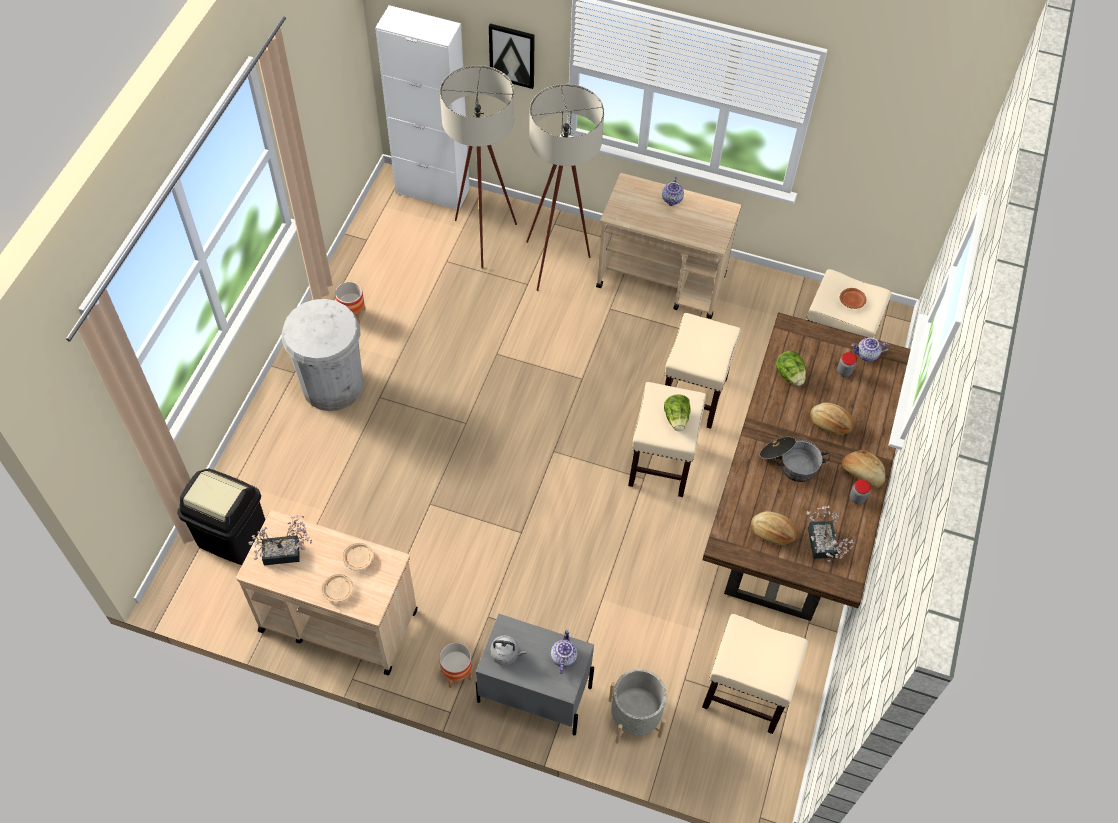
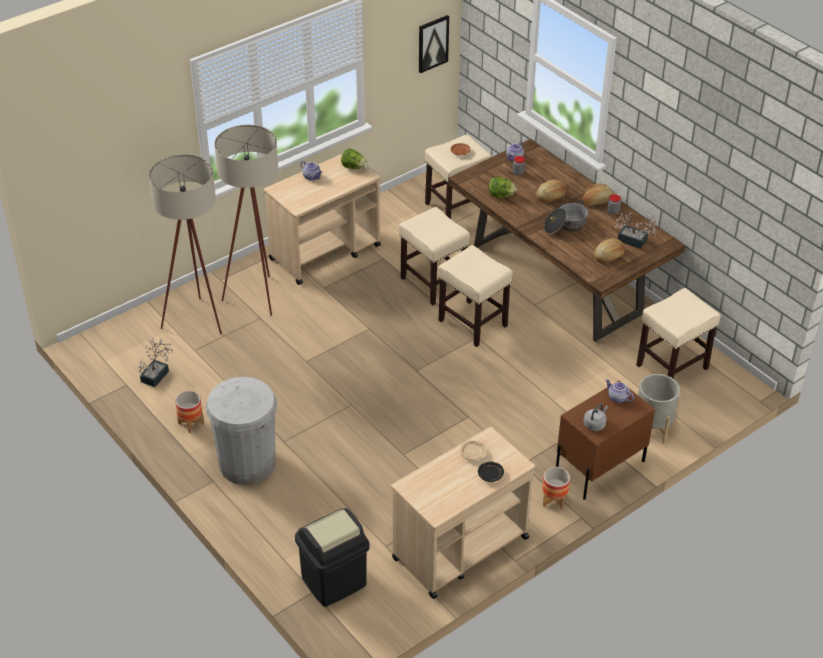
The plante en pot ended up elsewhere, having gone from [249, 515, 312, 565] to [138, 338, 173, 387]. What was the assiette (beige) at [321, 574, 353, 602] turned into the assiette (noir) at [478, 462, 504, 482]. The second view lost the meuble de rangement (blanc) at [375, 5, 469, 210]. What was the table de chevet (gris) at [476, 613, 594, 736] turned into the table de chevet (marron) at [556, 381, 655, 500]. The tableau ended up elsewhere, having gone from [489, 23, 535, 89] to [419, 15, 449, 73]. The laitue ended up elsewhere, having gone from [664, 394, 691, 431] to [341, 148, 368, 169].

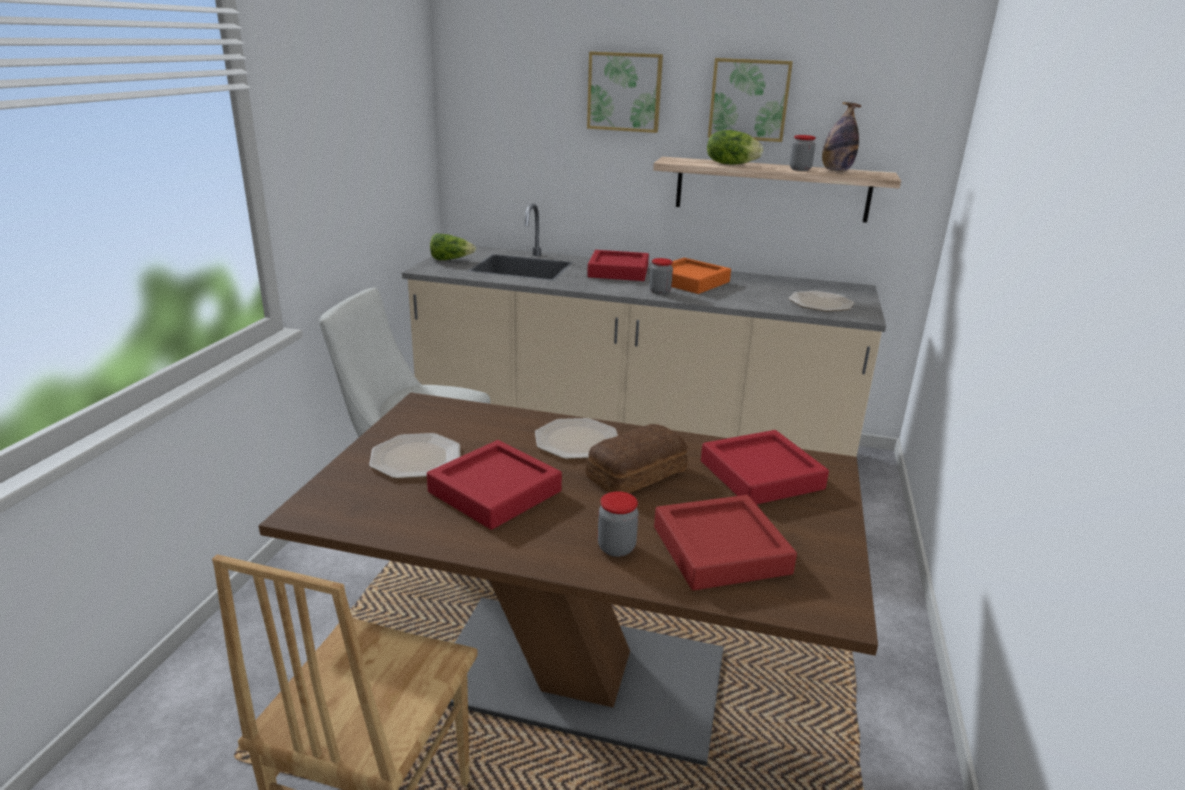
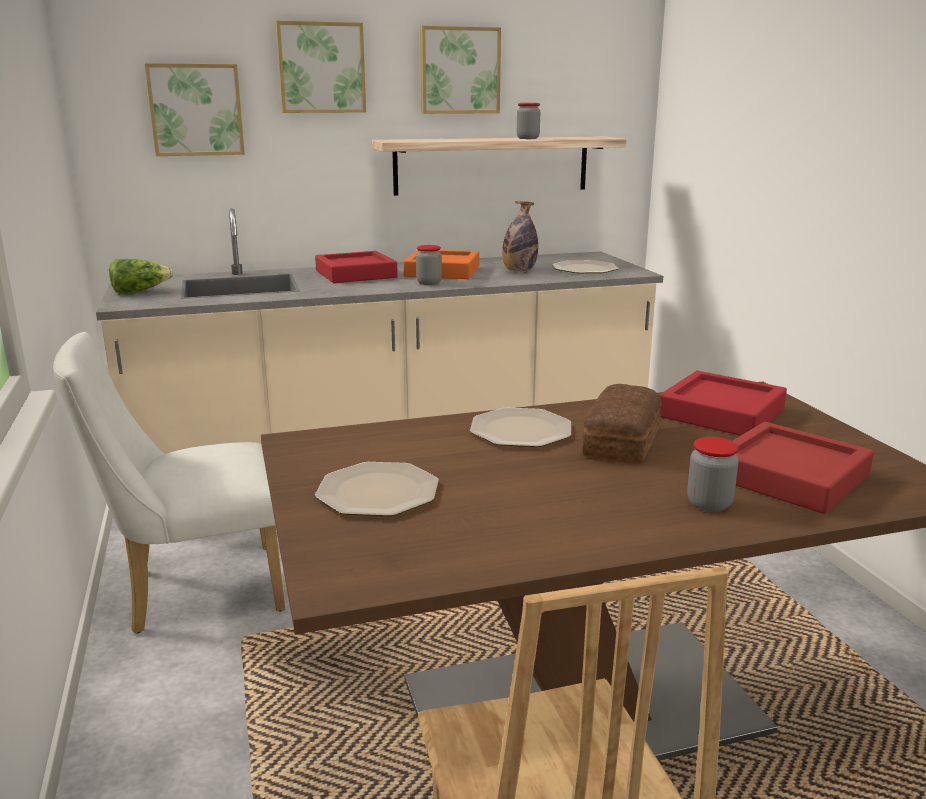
The second view lost the plateau (rouge) at [427, 440, 562, 530]. The second view lost the laitue at [707, 130, 763, 164]. The bouteille ended up elsewhere, having gone from [822, 102, 861, 171] to [502, 201, 538, 272]. The second view gained the tableau at [145, 63, 245, 156].

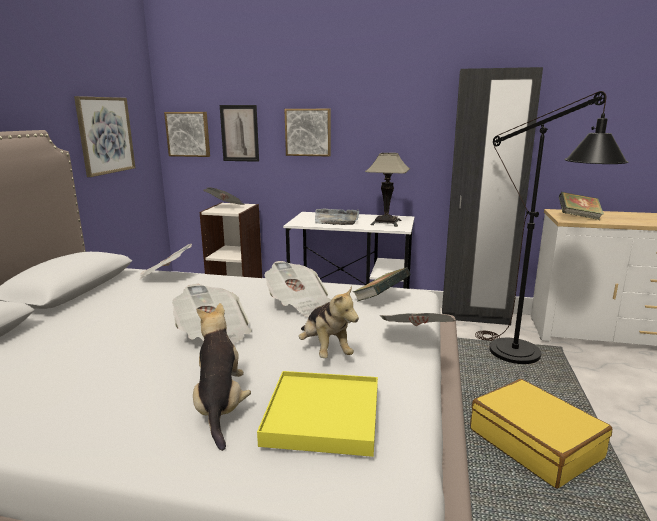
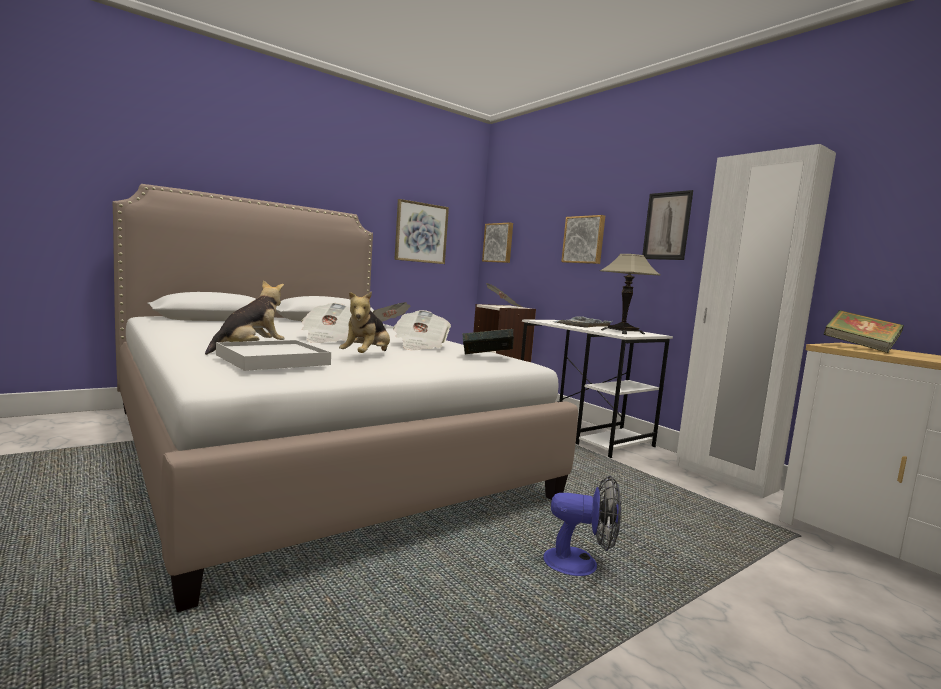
The tableau ended up elsewhere, having gone from [220, 105, 259, 162] to [642, 190, 693, 260]. What was the plateau (jaune) at [257, 371, 378, 457] turned into the plateau (blanc) at [216, 340, 331, 371]. The second view lost the journal at [379, 313, 455, 326]. What was the armoire (noir) at [442, 67, 543, 325] turned into the armoire (blanc) at [676, 144, 836, 498]. Where the valise (jaune) stood at [470, 379, 612, 488], the ventilateur came to stand at [543, 475, 621, 576]. The second view lost the lampadaire (noir) at [475, 91, 628, 364].

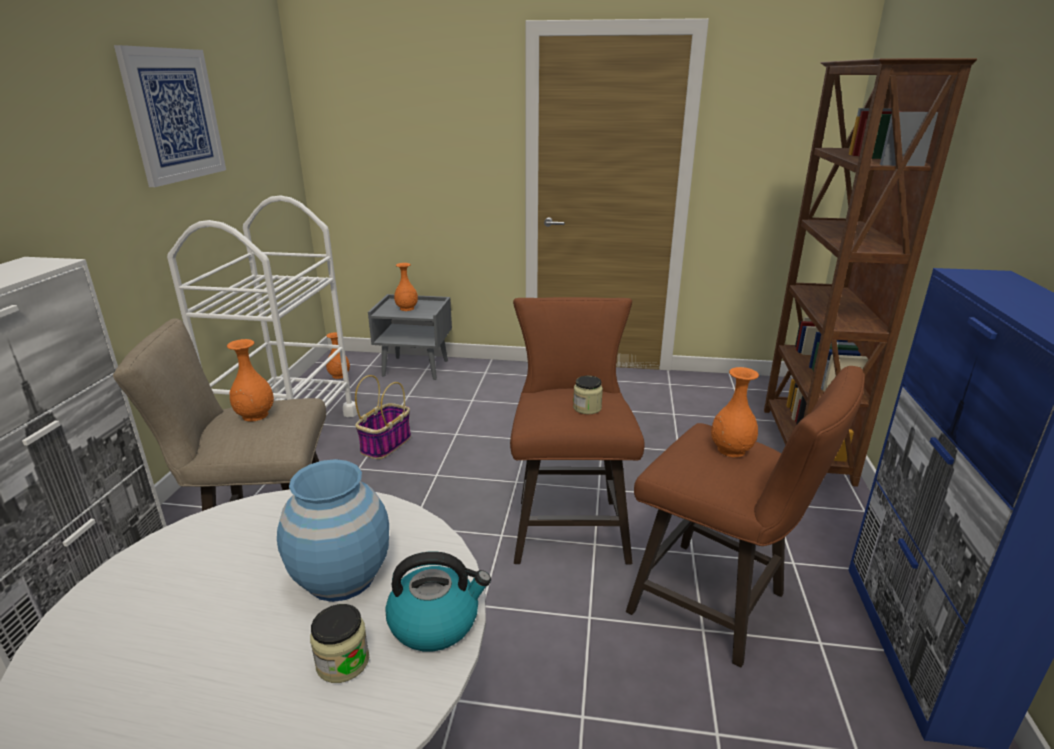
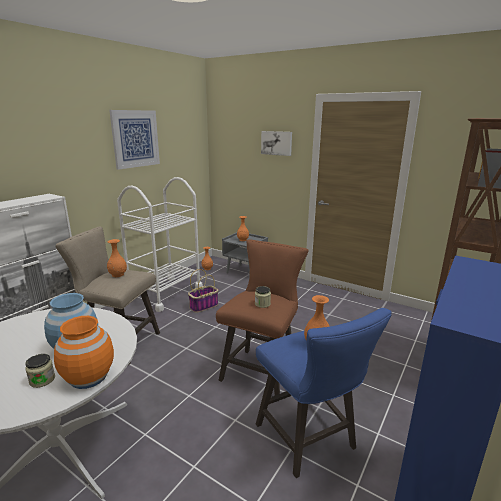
Where the bouilloire stood at [385, 551, 491, 651], the vase (orange) came to stand at [54, 316, 114, 389]. What was the tabouret (marron) at [626, 366, 865, 668] turned into the tabouret (bleu) at [256, 308, 391, 478]. The second view gained the tableau at [261, 131, 292, 156].

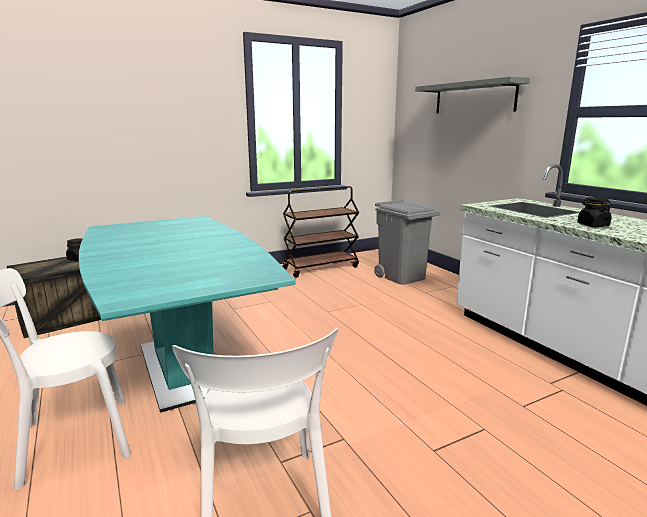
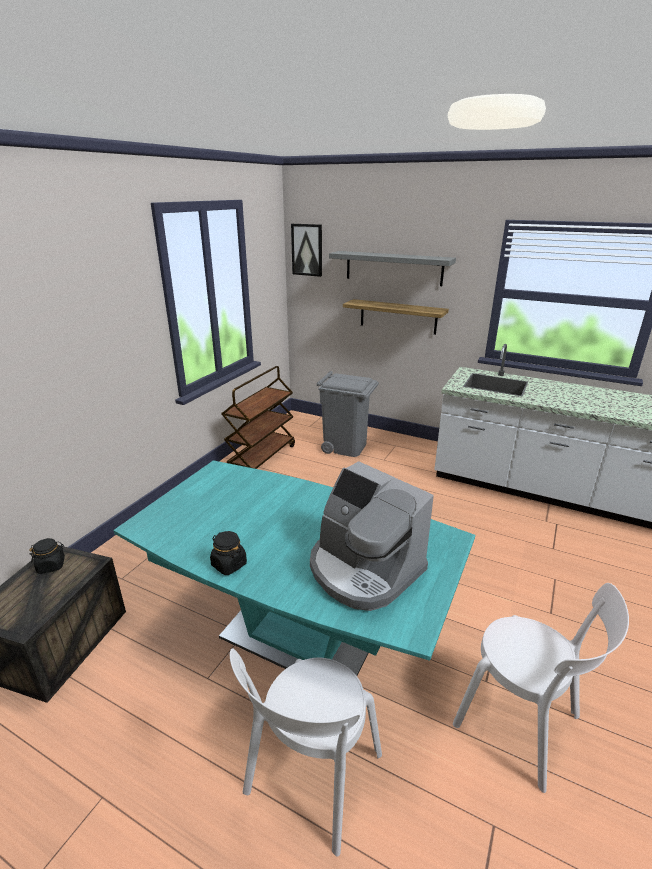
The bocal (noir) ended up elsewhere, having gone from [577, 197, 612, 227] to [210, 531, 247, 575]. The second view gained the tableau at [291, 224, 322, 277]. The second view gained the machine à café at [310, 461, 434, 611]. The second view gained the étagère at [343, 299, 449, 335].

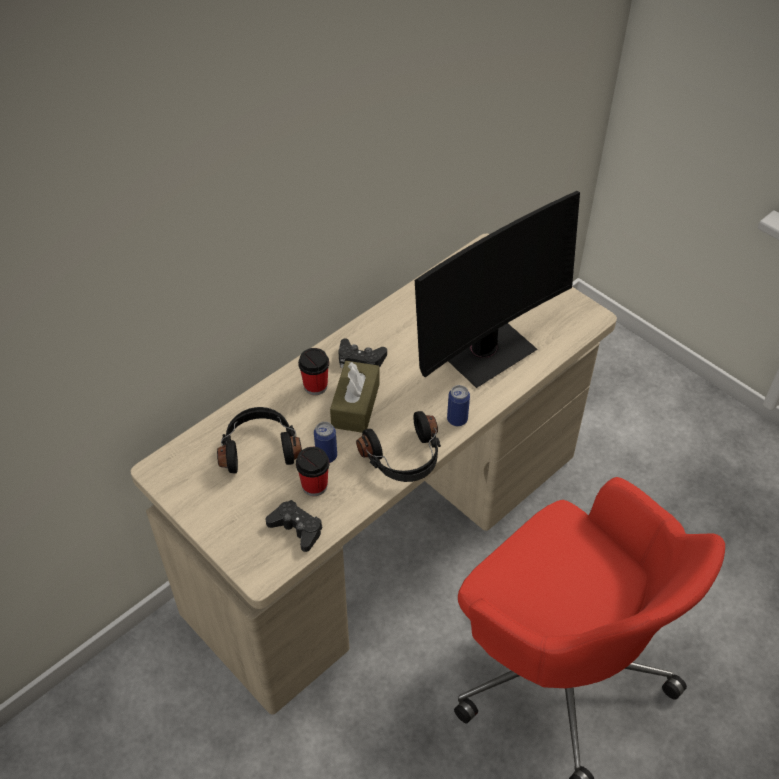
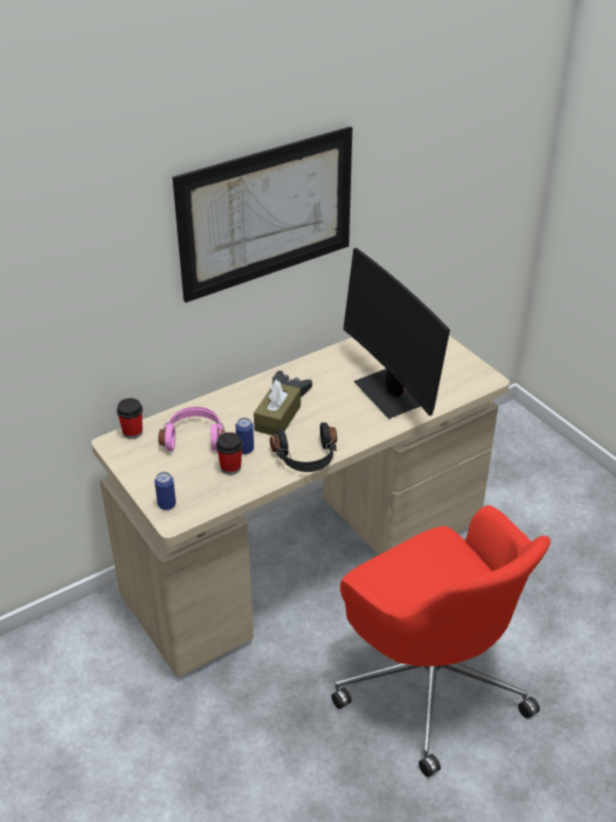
What was the casque audio (noir) at [217, 407, 302, 473] turned into the casque audio (rose) at [158, 407, 225, 451]. The second view lost the manette (noir) at [265, 500, 322, 552]. The tasse ended up elsewhere, having gone from [298, 348, 329, 395] to [117, 398, 143, 439]. The écran d'ordinateur at [415, 191, 580, 388] ended up facing another way, 90 degrees clockwise from before. The boîte métallique ended up elsewhere, having gone from [447, 385, 470, 426] to [155, 472, 176, 510]. The second view gained the tableau at [172, 126, 352, 303].

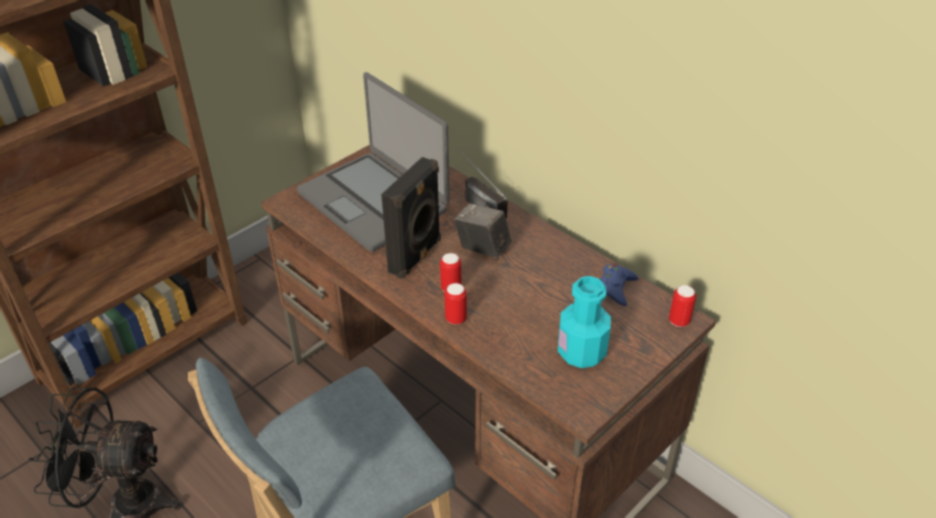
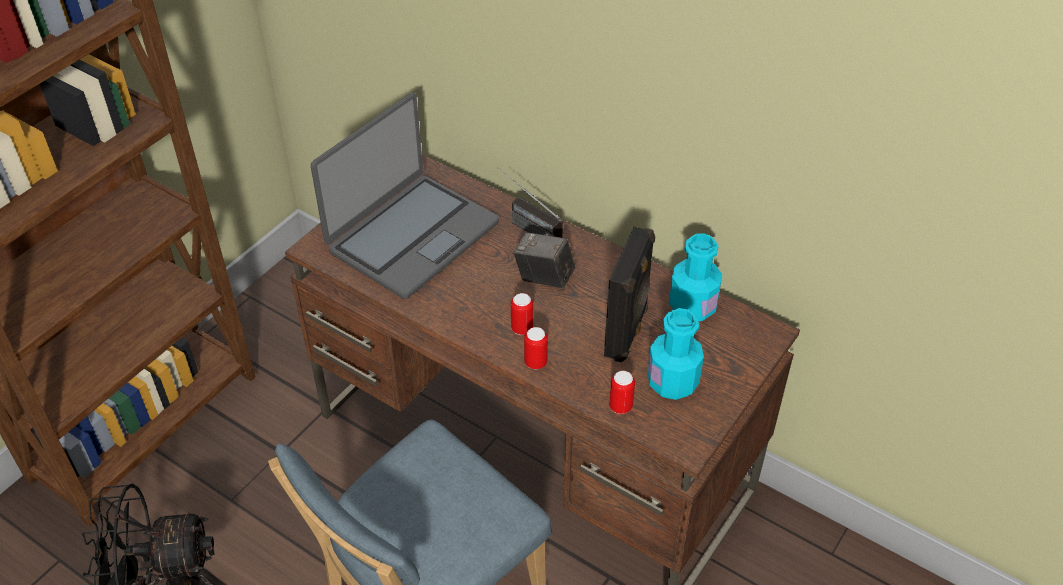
The ordinateur portable at [297, 72, 449, 252] ended up facing another way, 90 degrees counterclockwise from before. The enceinte (noir) ended up elsewhere, having gone from [381, 157, 441, 279] to [604, 226, 655, 363]. Where the manette (bleu) stood at [599, 265, 639, 306], the bouteille (turquoise) came to stand at [669, 233, 722, 321]. The boîte métallique ended up elsewhere, having gone from [669, 285, 696, 327] to [609, 371, 635, 414].

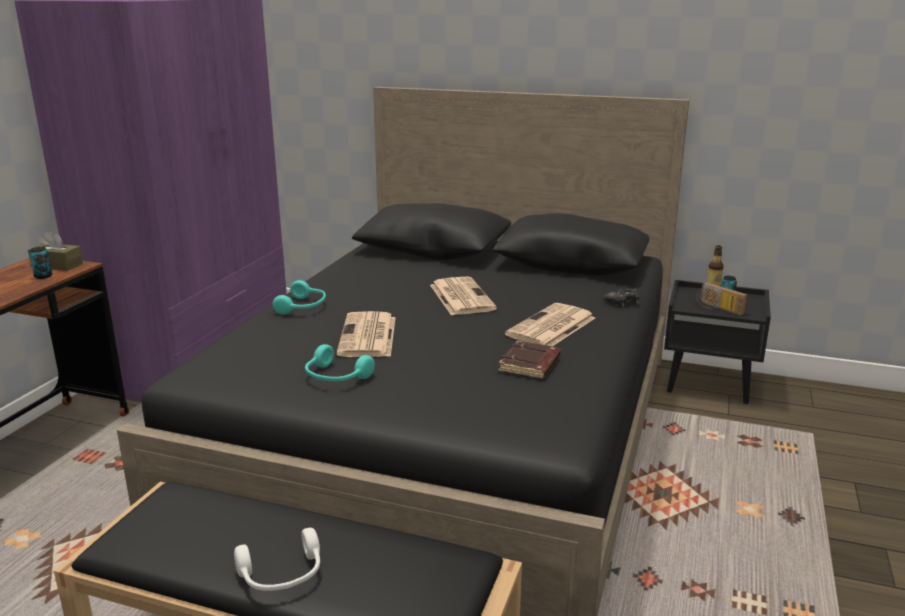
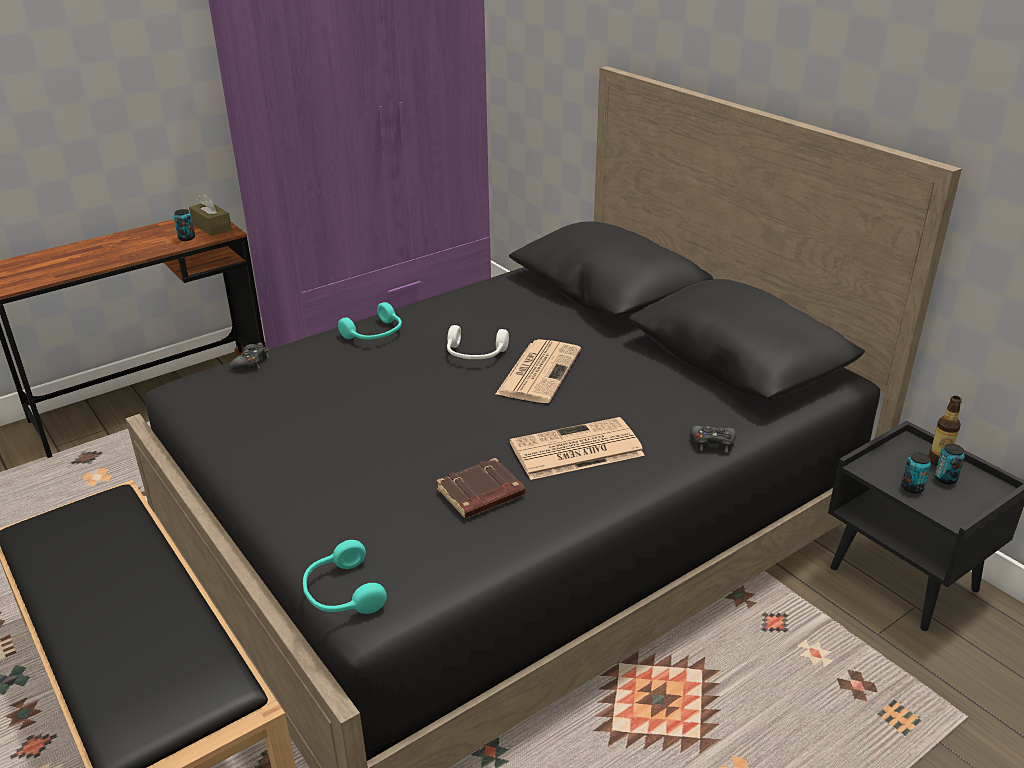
The casque audio (blanc) ended up elsewhere, having gone from [234, 528, 320, 591] to [447, 325, 509, 359]. The casque audio (turquoise) ended up elsewhere, having gone from [305, 344, 375, 381] to [303, 540, 387, 614]. The second view lost the journal at [336, 311, 396, 357]. Where the radio stood at [696, 282, 747, 315], the boîte métallique came to stand at [901, 452, 931, 493]. The second view gained the manette (noir) at [229, 343, 269, 370].

